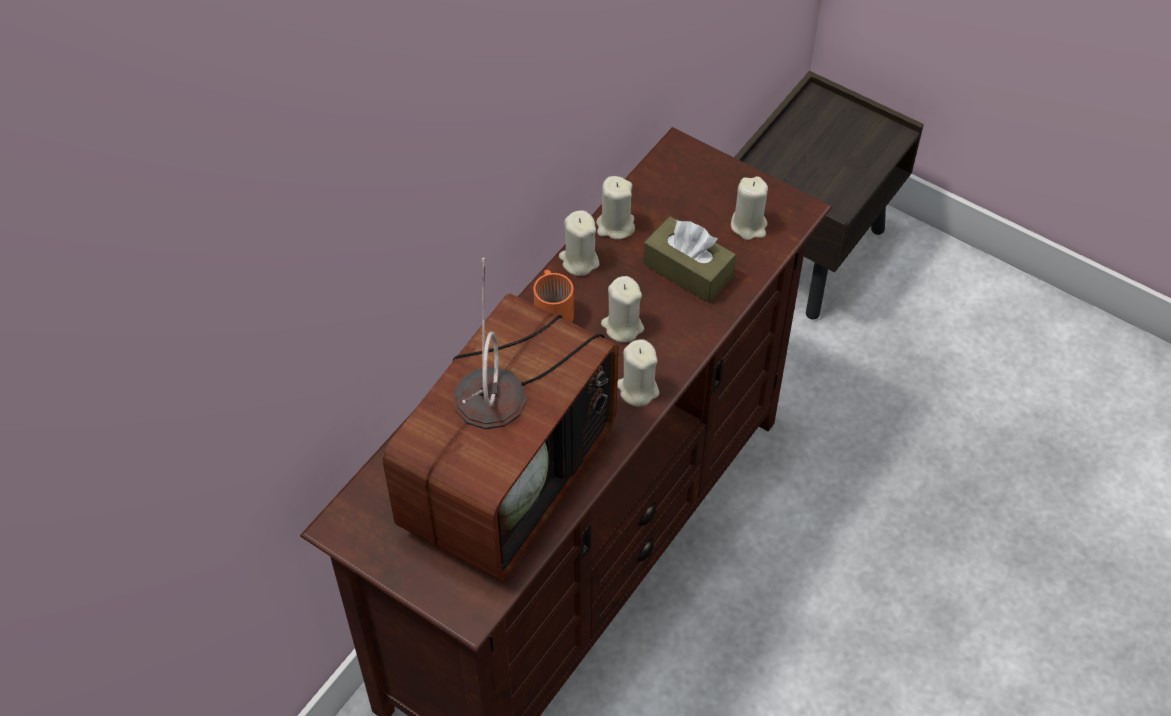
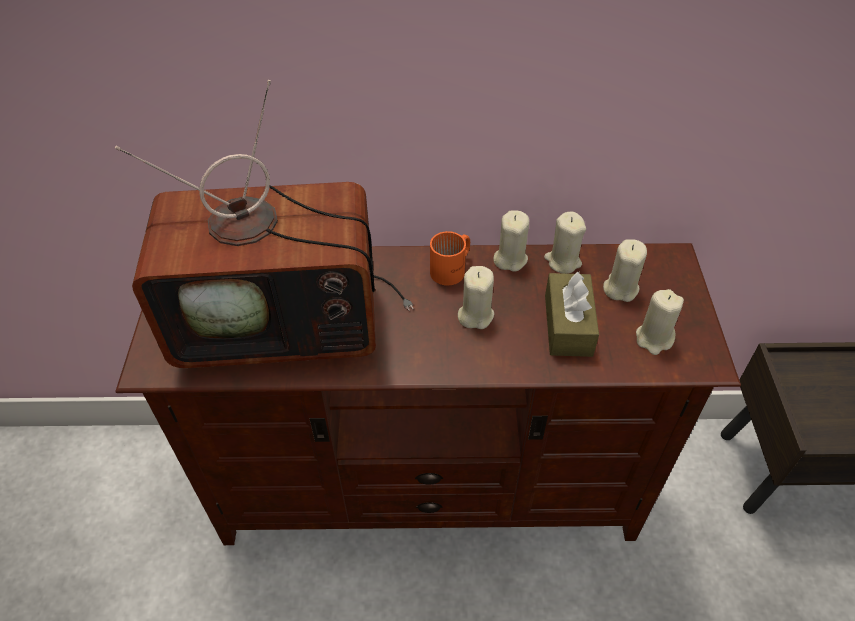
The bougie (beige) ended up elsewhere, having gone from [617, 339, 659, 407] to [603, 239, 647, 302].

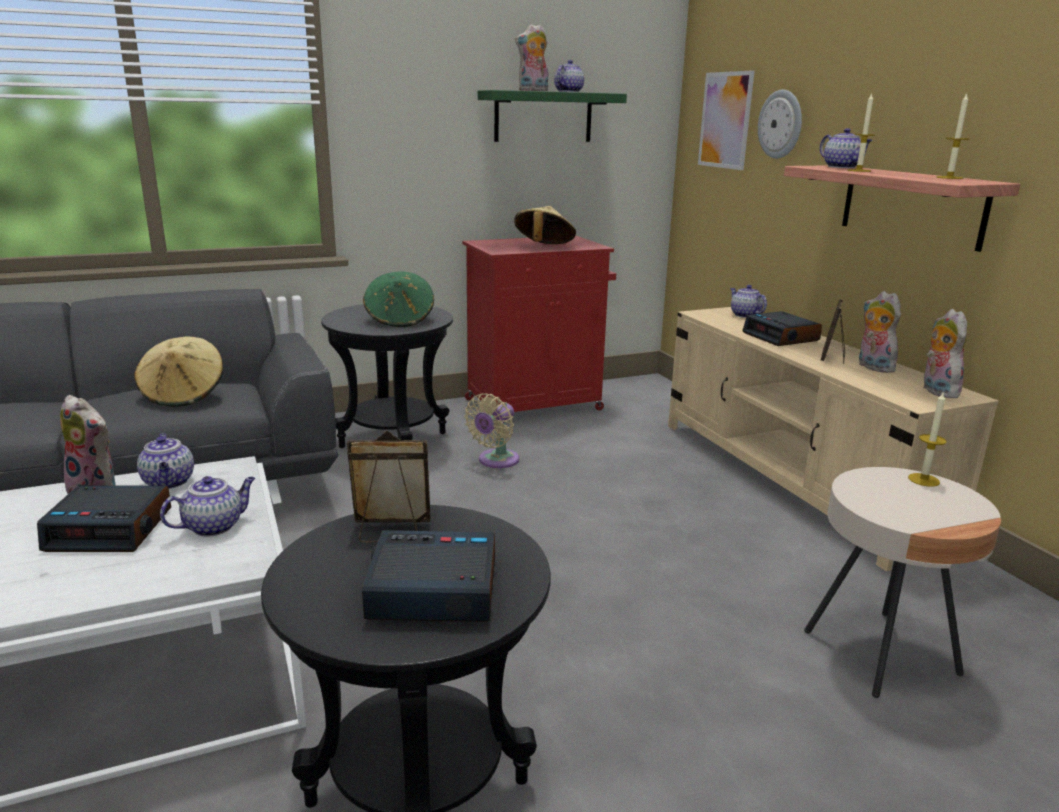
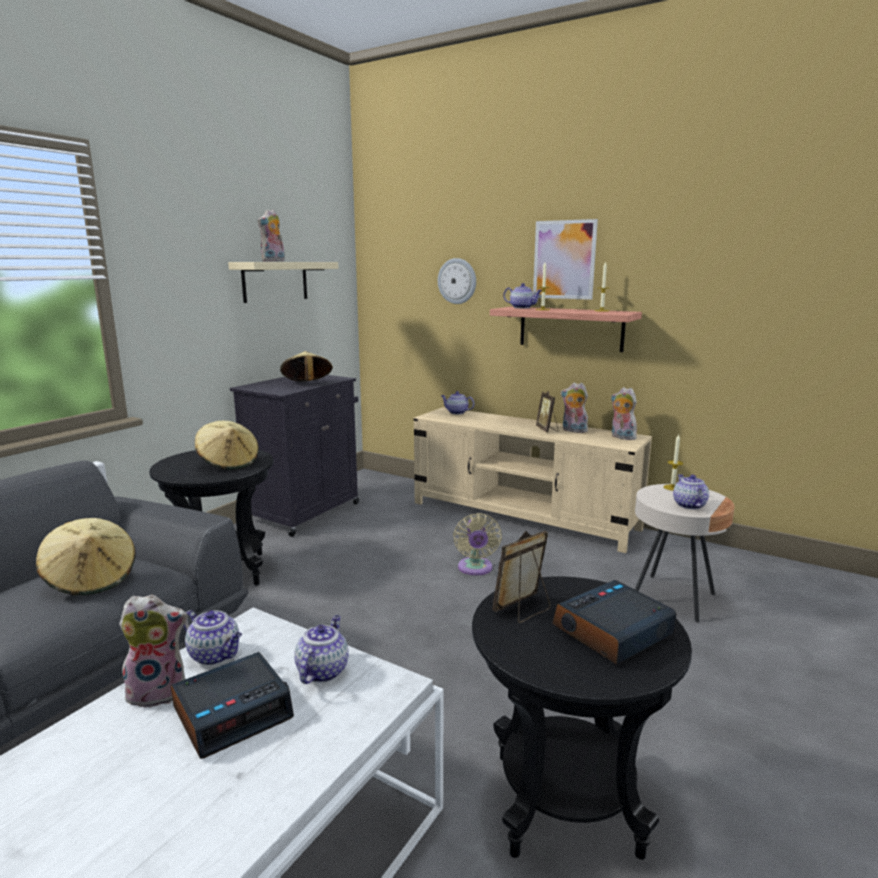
What was the chapeau (vert) at [363, 271, 434, 327] turned into the chapeau (beige) at [195, 421, 259, 470]. What was the meuble de rangement (rouge) at [462, 236, 616, 412] turned into the meuble de rangement (noir) at [230, 375, 359, 537]. The ventilateur (beige) ended up elsewhere, having gone from [464, 393, 519, 468] to [453, 513, 502, 575]. What was the étagère (vert) at [478, 90, 627, 142] turned into the étagère (beige) at [228, 262, 339, 303]. The théière ended up elsewhere, having gone from [554, 60, 584, 92] to [673, 474, 709, 509]. The tableau ended up elsewhere, having gone from [698, 71, 755, 170] to [533, 219, 598, 300]. The second view lost the réveil at [742, 311, 822, 346].

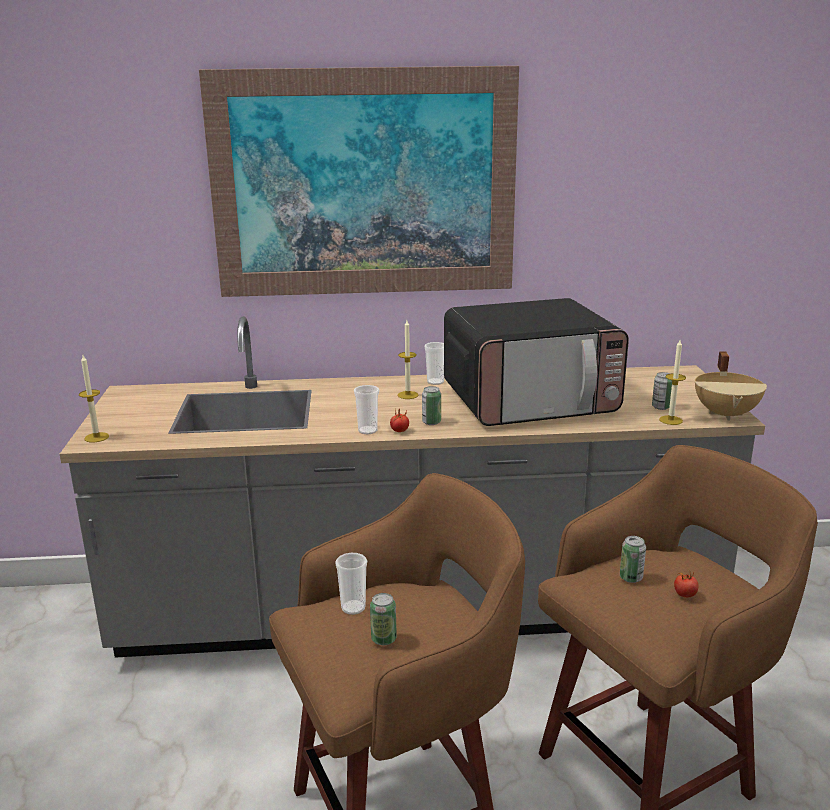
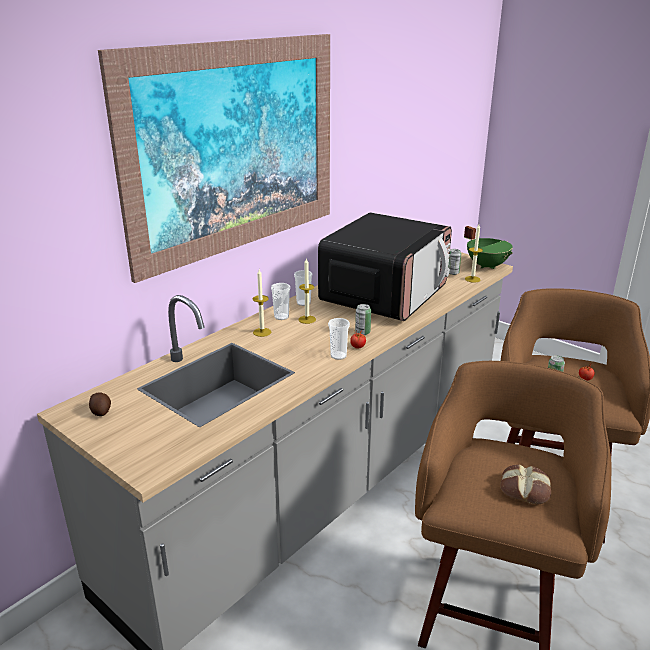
The bougie ended up elsewhere, having gone from [79, 355, 109, 443] to [253, 269, 271, 337]. The tasse ended up elsewhere, having gone from [335, 553, 367, 615] to [271, 283, 290, 320]. Where the boîte métallique stood at [370, 593, 397, 645], the pain came to stand at [500, 465, 551, 504]. What was the marmite (beige) at [695, 351, 767, 421] turned into the marmite (vert) at [464, 226, 513, 269]. The second view gained the pomme de terre at [89, 392, 111, 416].

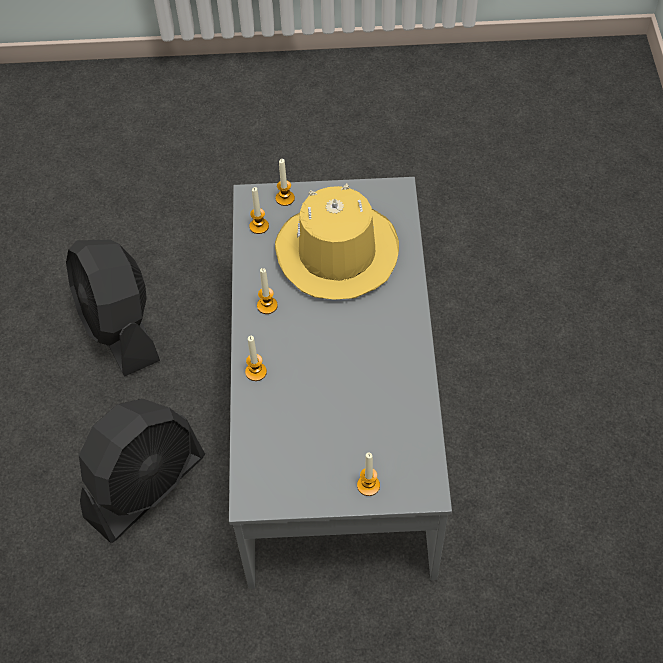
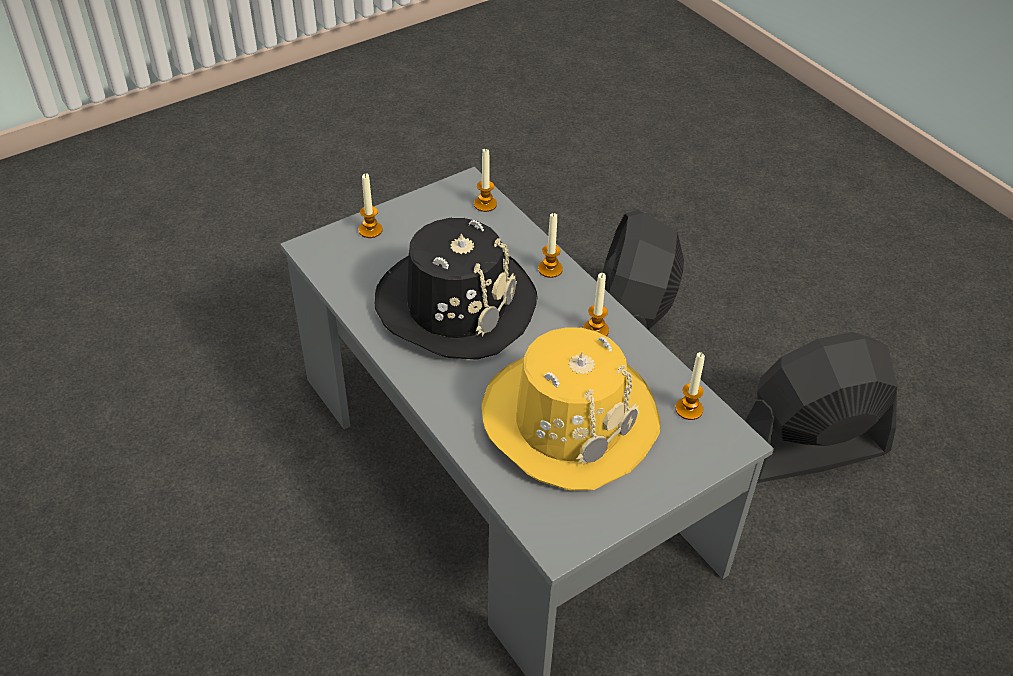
The ventilateur (noir) at [66, 240, 160, 377] ended up facing another way, 45 degrees counterclockwise from before. The bougie ended up elsewhere, having gone from [276, 159, 295, 206] to [474, 149, 497, 212]. The second view gained the chapeau (noir) at [375, 218, 538, 360].

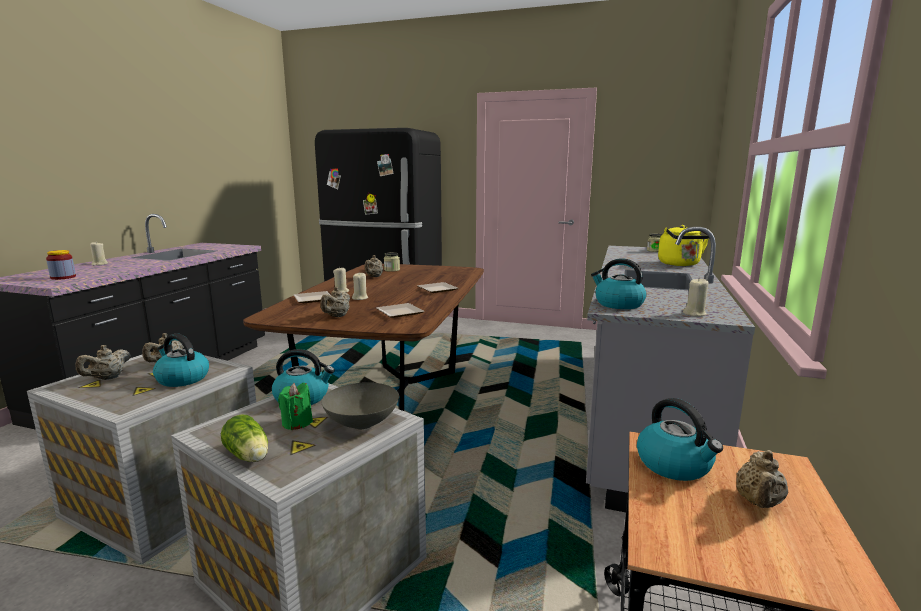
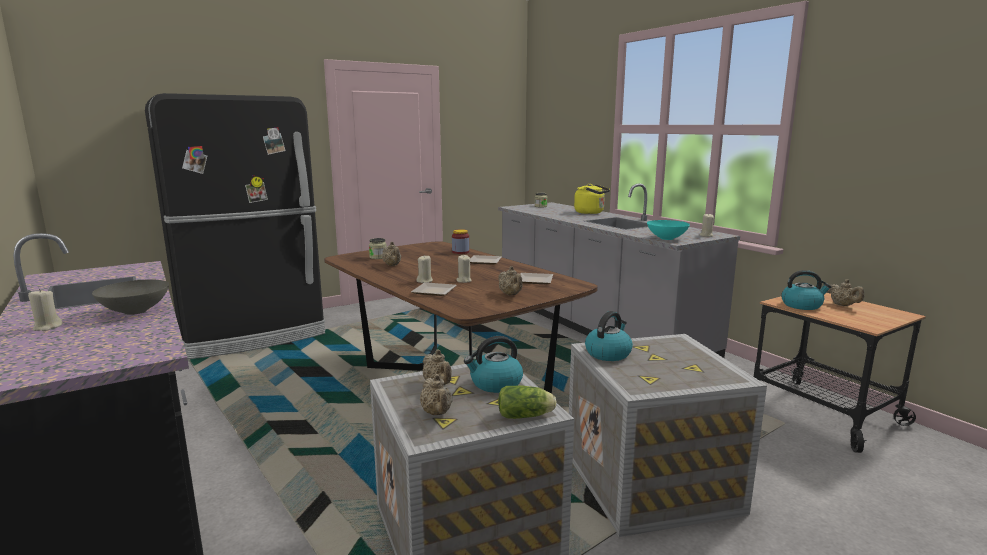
The bocal ended up elsewhere, having gone from [46, 250, 76, 280] to [452, 229, 469, 254]. The laitue ended up elsewhere, having gone from [221, 414, 268, 462] to [498, 386, 557, 419]. The second view lost the bougie (vert) at [278, 383, 313, 430]. The bol (gris) ended up elsewhere, having gone from [321, 382, 399, 429] to [92, 279, 169, 315]. Where the bouilloire stood at [591, 258, 646, 309], the bol (turquoise) came to stand at [647, 220, 690, 240].

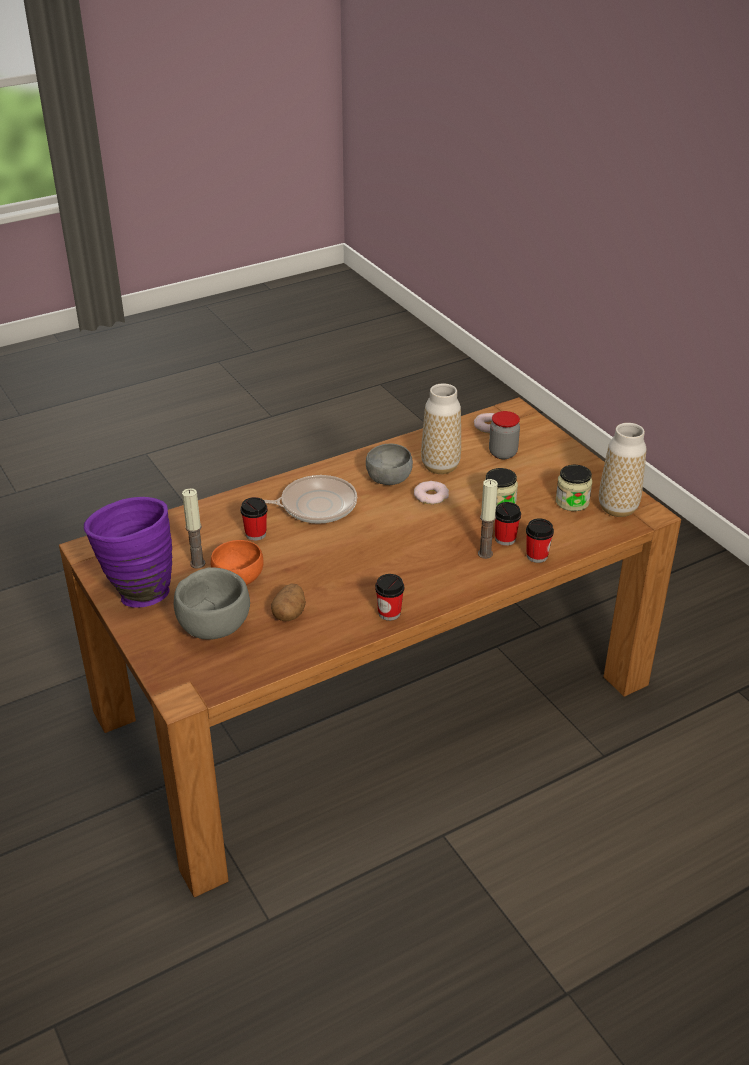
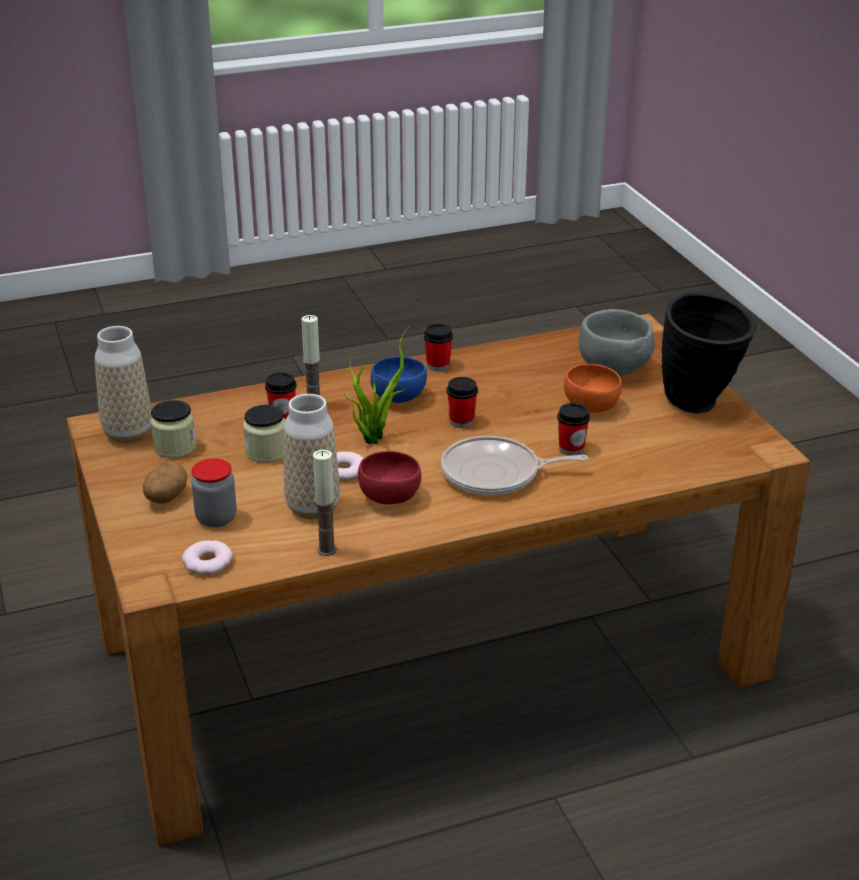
What was the vase (violet) at [84, 497, 172, 608] turned into the vase (noir) at [662, 292, 757, 414]. The bougie ended up elsewhere, having gone from [182, 488, 206, 569] to [313, 450, 337, 556]. The pomme de terre ended up elsewhere, having gone from [271, 583, 306, 621] to [143, 461, 187, 503]. What was the bol (gris) at [366, 444, 413, 485] turned into the bol (rouge) at [358, 451, 421, 504]. The tasse ended up elsewhere, having gone from [526, 518, 554, 563] to [446, 377, 478, 428]. The second view gained the plante en pot at [343, 327, 409, 444]. The second view gained the bol (bleu) at [370, 356, 427, 403].

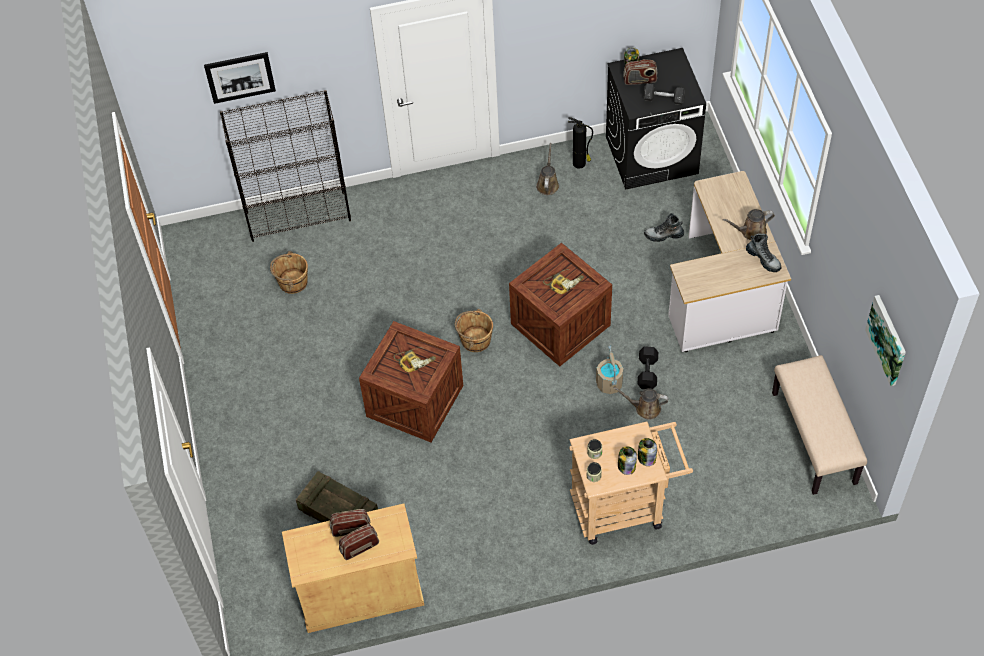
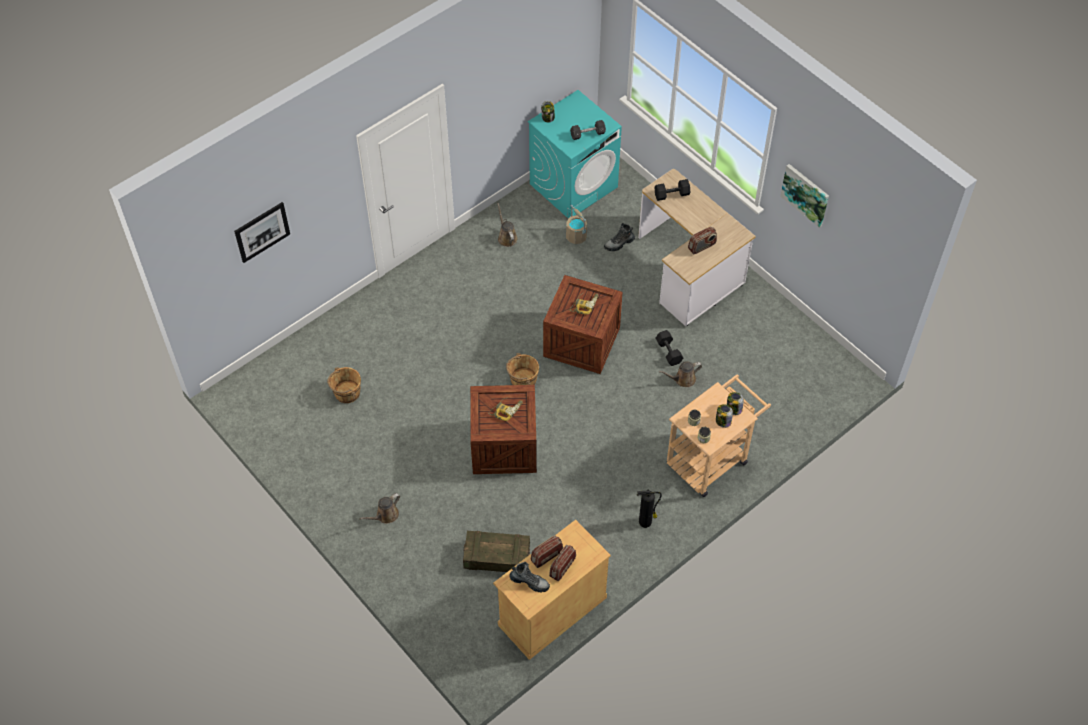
The second view lost the bibliothèque (noir) at [220, 90, 351, 242]. The extincteur ended up elsewhere, having gone from [568, 117, 593, 169] to [637, 490, 662, 528]. The seau (beige) ended up elsewhere, having gone from [596, 346, 623, 394] to [566, 205, 587, 244]. What was the lave-linge (noir) at [606, 48, 706, 190] turned into the lave-linge (turquoise) at [528, 90, 622, 219]. The radio ended up elsewhere, having gone from [623, 59, 658, 85] to [688, 227, 717, 254]. The arrosoir (marron) ended up elsewhere, having gone from [722, 209, 775, 240] to [359, 493, 400, 524]. The botte ended up elsewhere, having gone from [746, 233, 782, 272] to [509, 562, 550, 592]. The second view lost the banc (beige) at [772, 355, 867, 495]. The tableau ended up elsewhere, having gone from [865, 295, 906, 386] to [780, 164, 829, 228]. The second view gained the haltère (noir) at [654, 179, 690, 201].

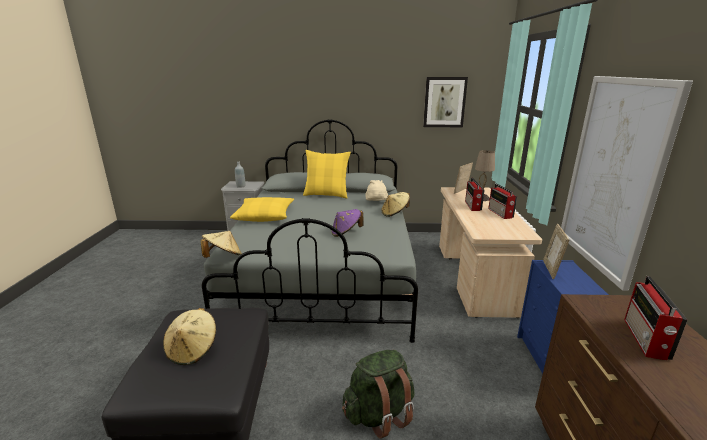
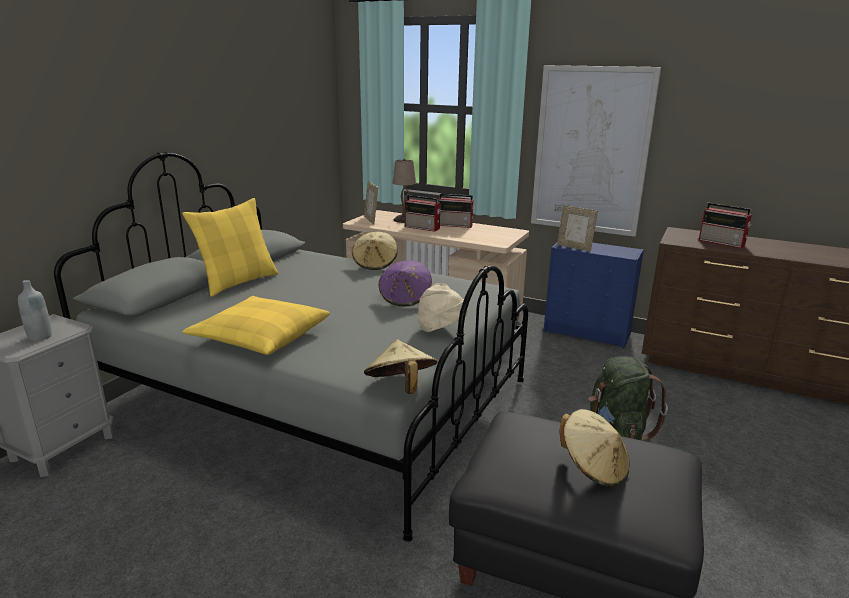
The chapeau (beige) ended up elsewhere, having gone from [365, 180, 388, 201] to [417, 283, 468, 332]. The second view lost the tableau at [423, 77, 468, 127].

